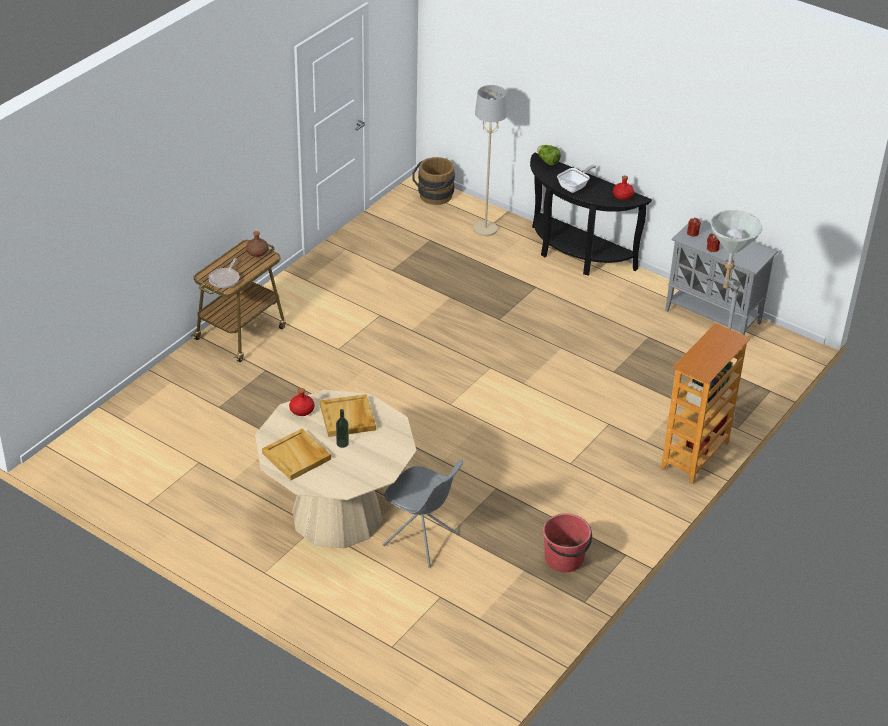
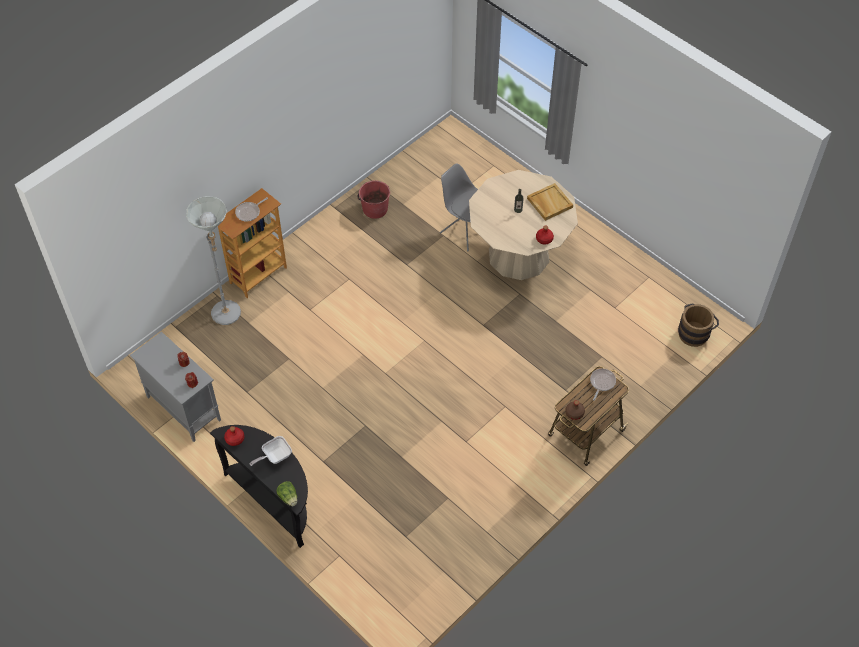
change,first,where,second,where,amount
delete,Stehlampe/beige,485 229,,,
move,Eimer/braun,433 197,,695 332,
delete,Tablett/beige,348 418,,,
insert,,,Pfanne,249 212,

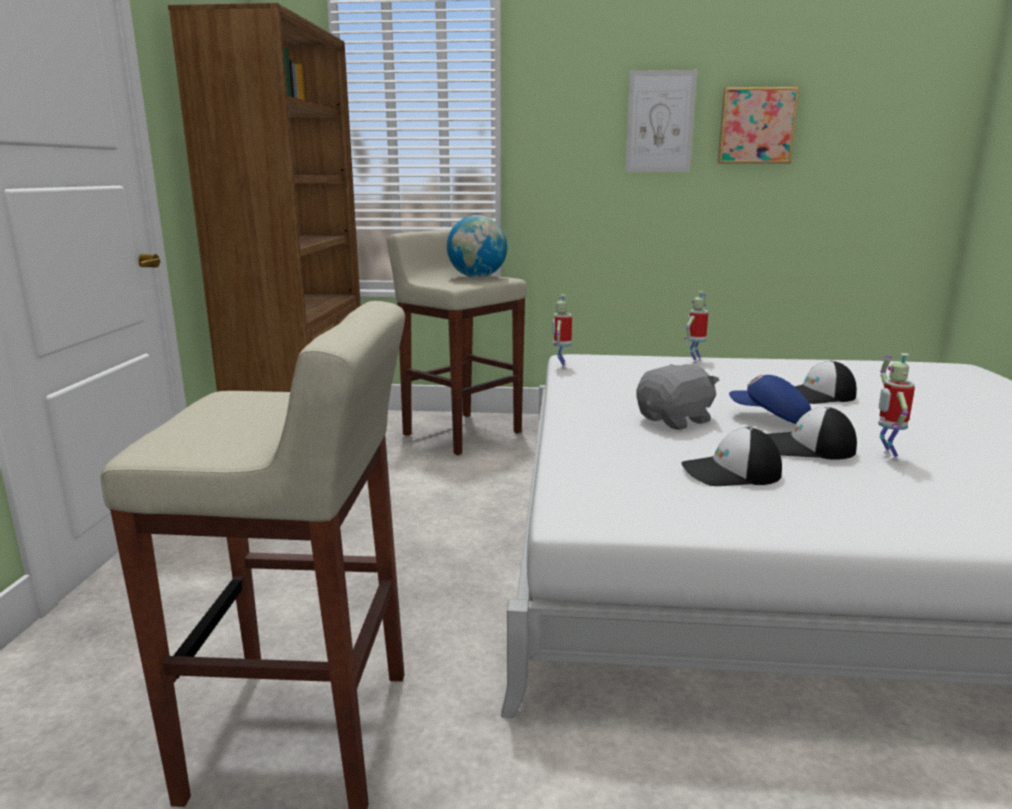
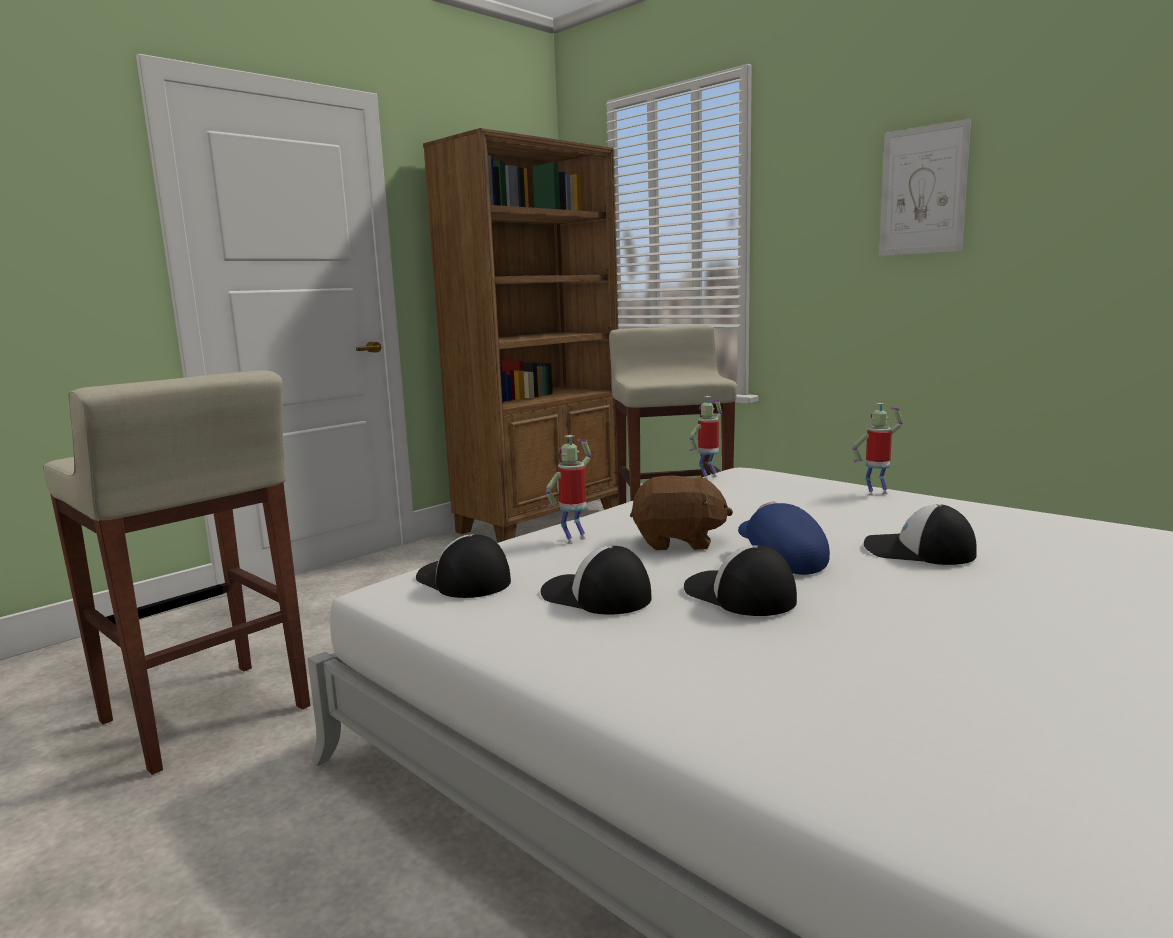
change,first,where,second,where,amount
delete,Bild,756 126,,,
delete,Globus,477 277,,,
move,Spielzeugroboter,886 456,,574 539,
recolor,Plüschtier/grau,675 420,Plüschtier/braun,678 542,
insert,,,Kappe,463 580,

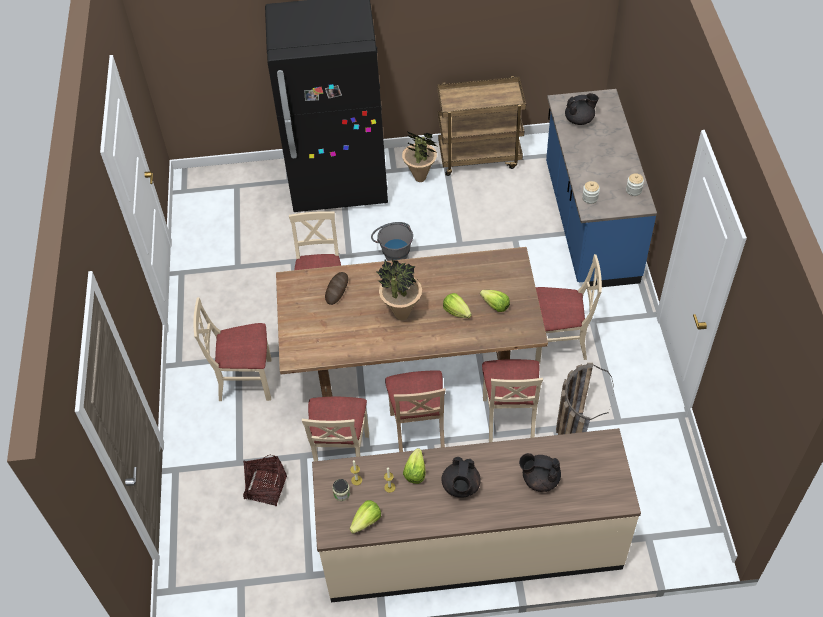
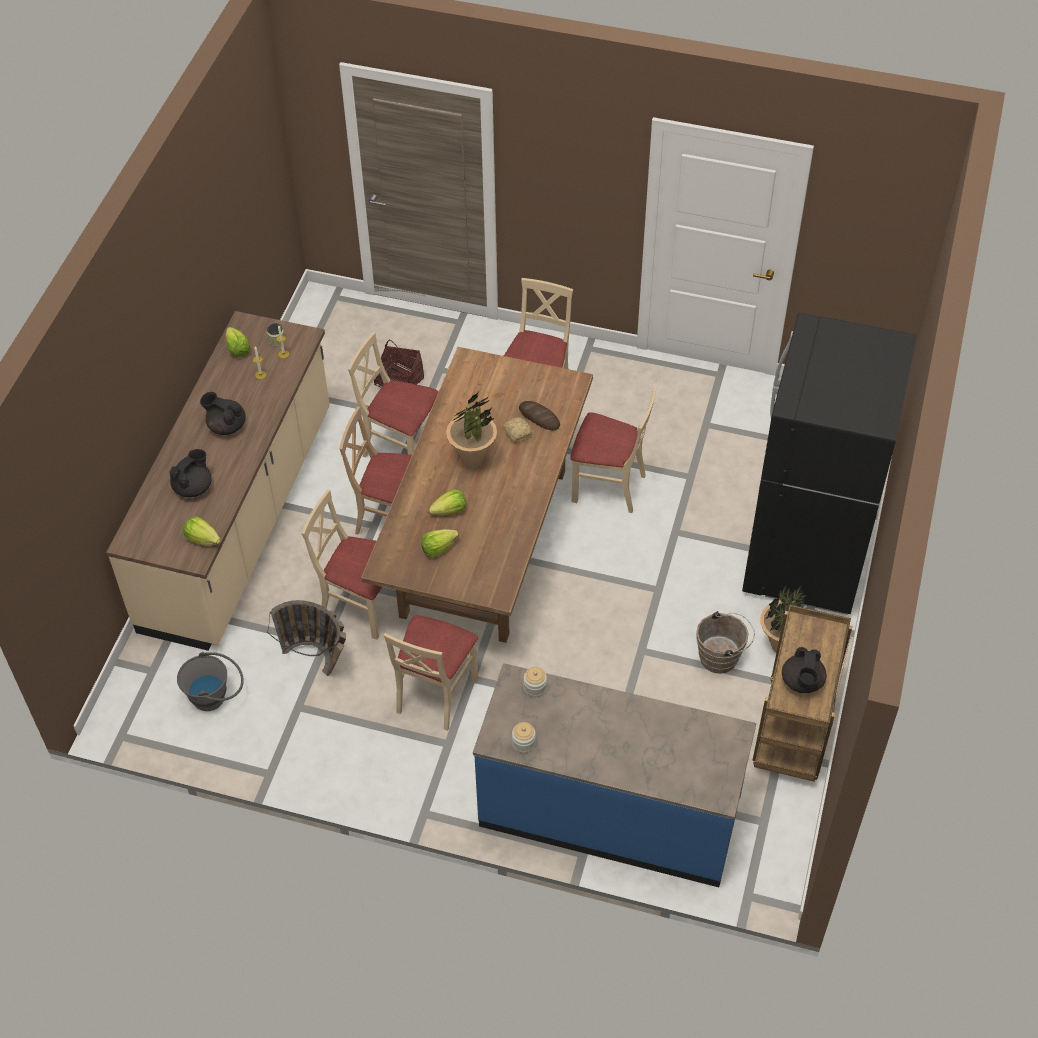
change,first,where,second,where,amount
move,Teekanne/schwarz,579 120,,802 682,
move,Eimer/grau,393 251,,216 696,
move,Salatkopf,415 472,,203 539,
insert,,,Brot,517 432,
insert,,,Eimer/braun,722 657,

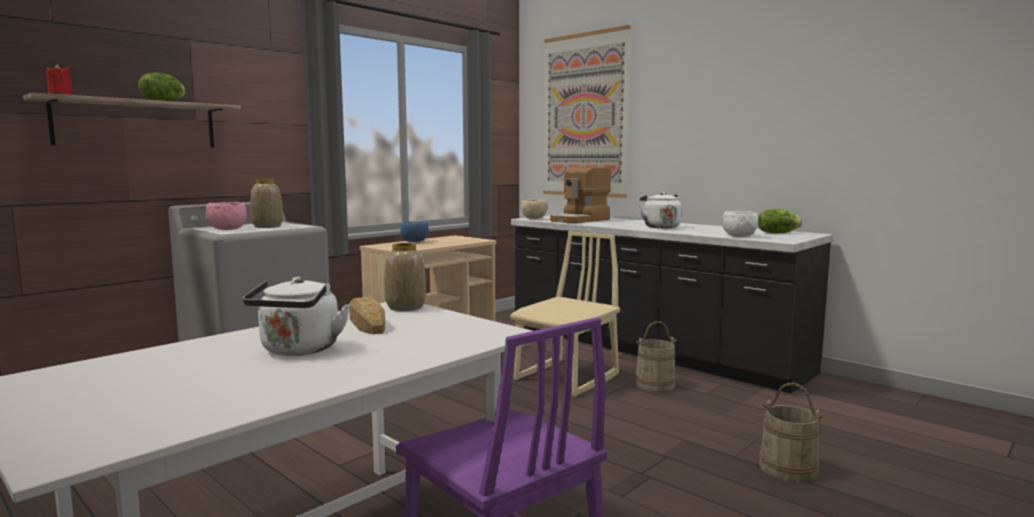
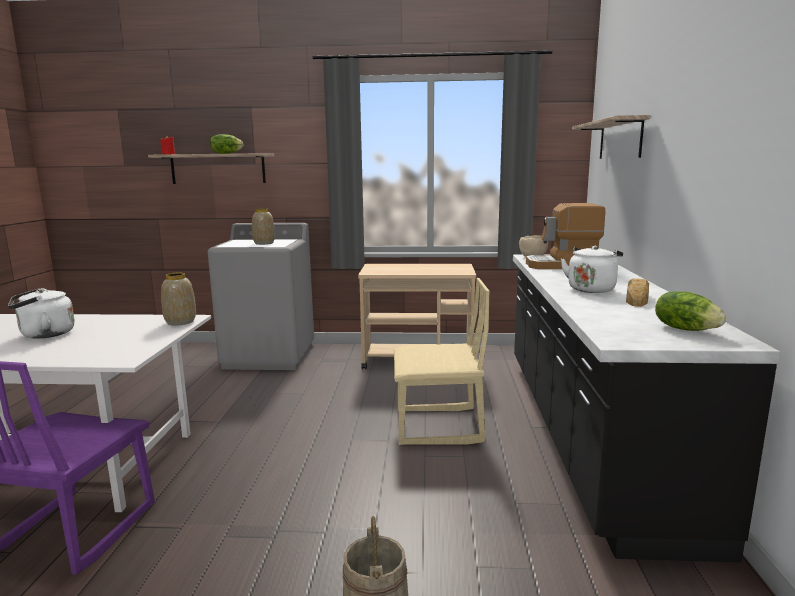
change,first,where,second,where,amount
replace,Bild,584 115,Wandregal,620 139,
delete,Schüssel/rosa,226 229,,,
delete,Schüssel/weiß,738 236,,,
delete,Schüssel/blau,415 242,,,
move,Brot,367 323,,637 298,
delete,Eimer/beige,655 384,,,

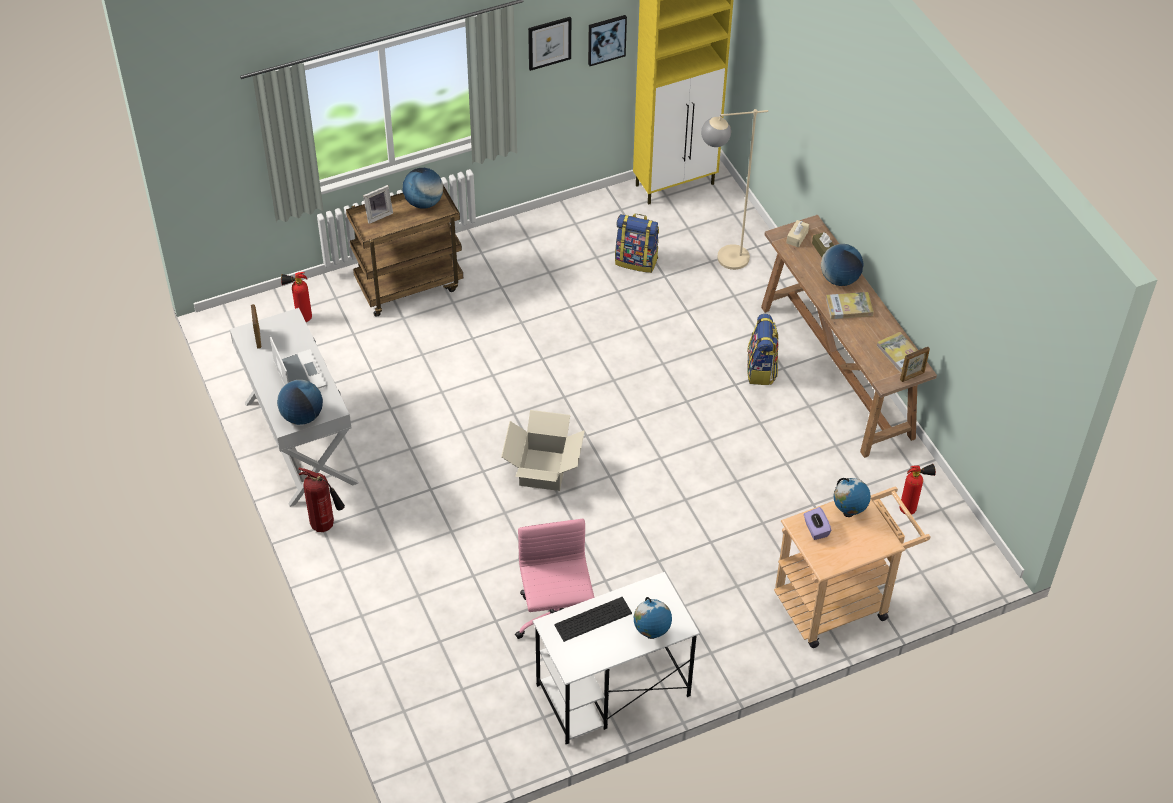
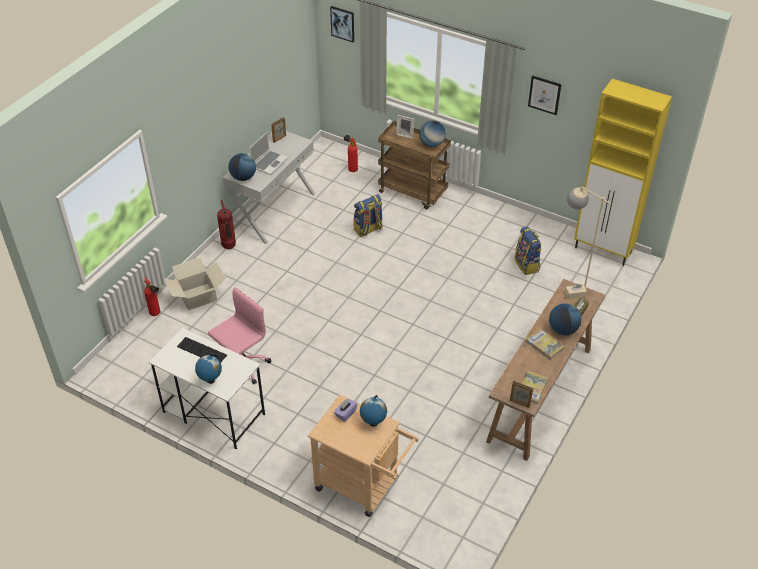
change,first,where,second,where,amount
move,Bild,606 39,,343 23,
move,Rucksack,761 370,,368 229,
move,Karton,544 469,,198 297,
move,Feuerlöscher,911 509,,156 314,

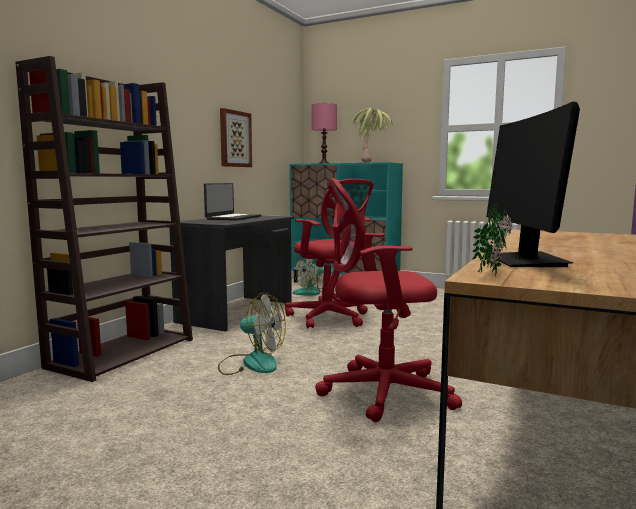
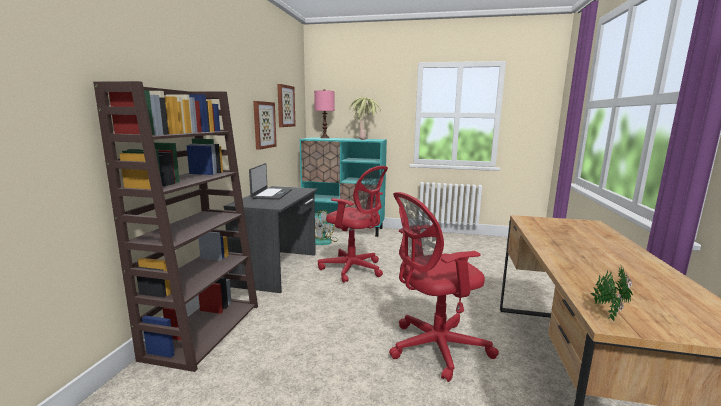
change,first,where,second,where,amount
delete,Monitor,525 261,,,
delete,Ventilator,251 363,,,
insert,,,Bild,285 106,

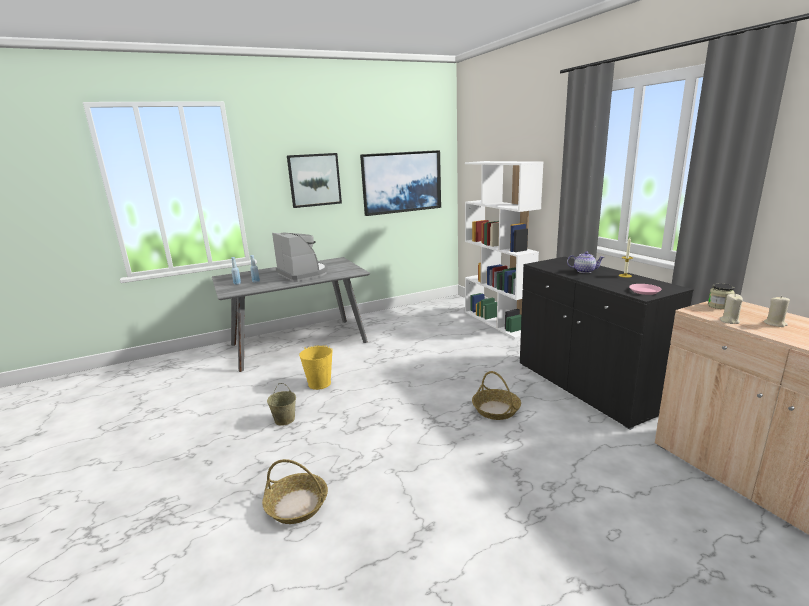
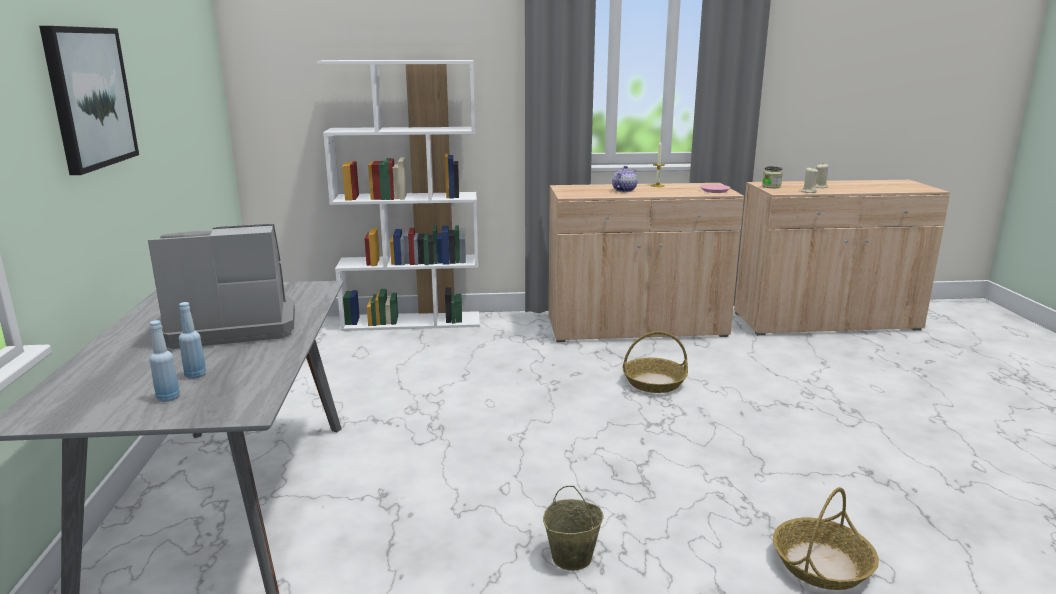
change,first,where,second,where,amount
delete,Bild,401 182,,,
recolor,Schrank/schwarz,587 386,Schrank/beige,636 328,
delete,Eimer/gelb,319 384,,,

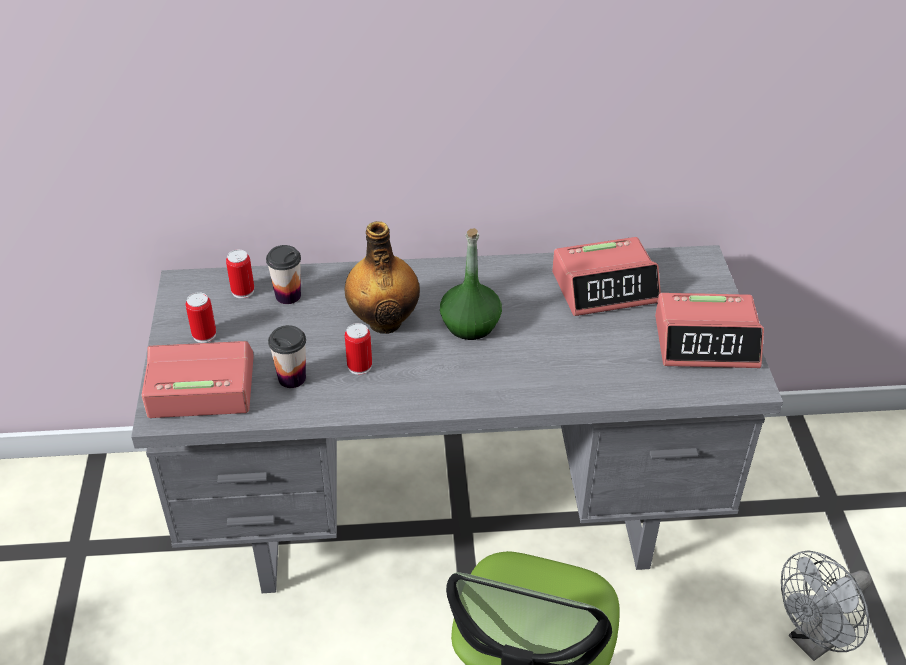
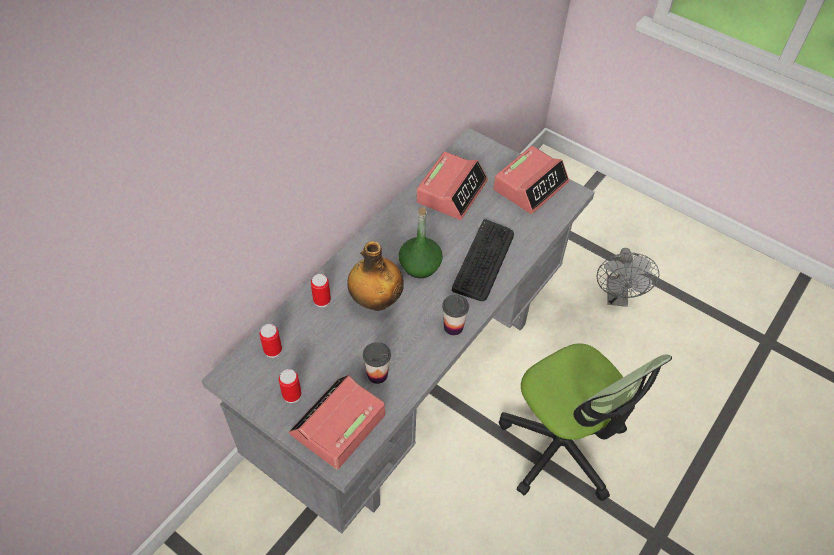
change,first,where,second,where,amount
move,Tasse,288 295,,453 327,
move,Dose,359 366,,322 300,
insert,,,Tastatur,484 261,

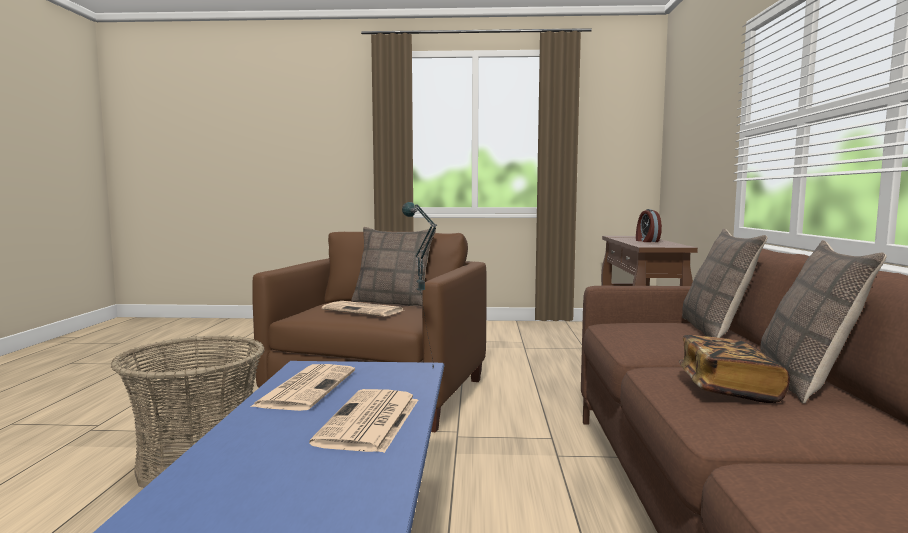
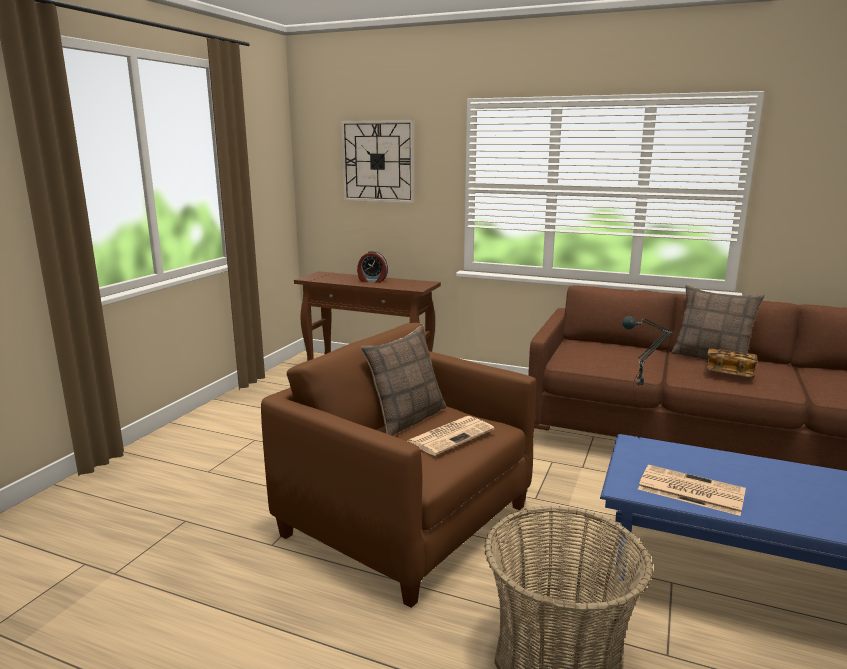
change,first,where,second,where,amount
delete,Kissen,716 330,,,
delete,Zeitung,370 422,,,
insert,,,Wanduhr,378 161,

